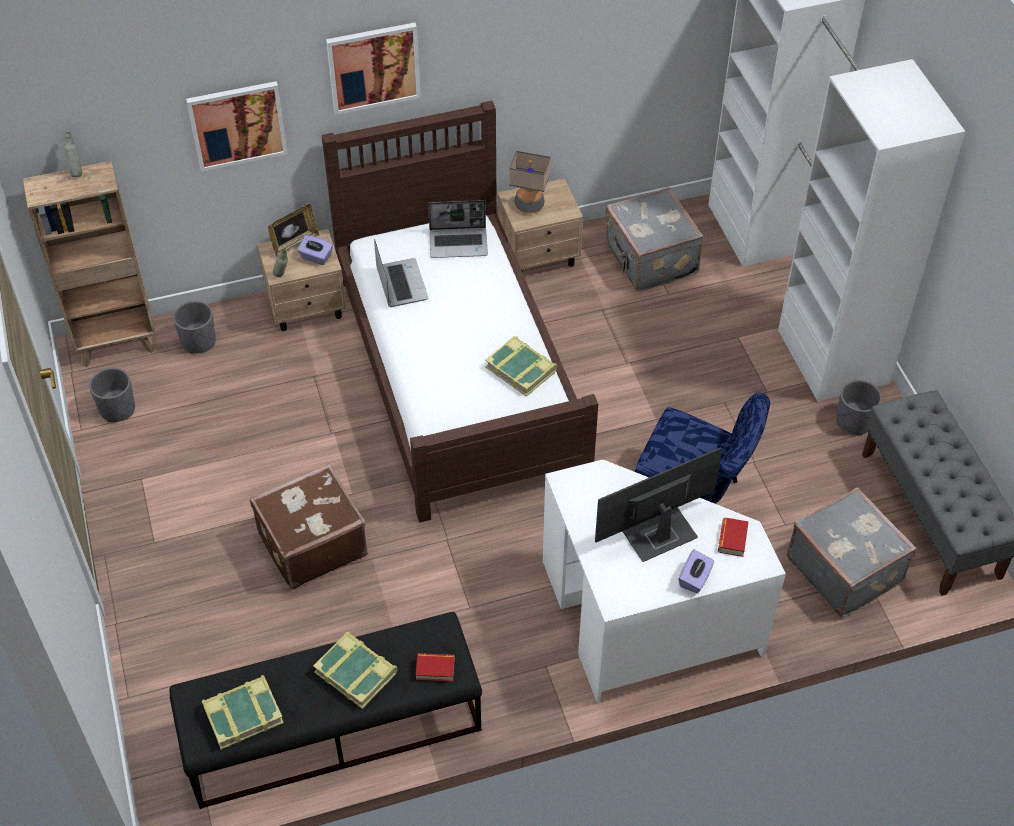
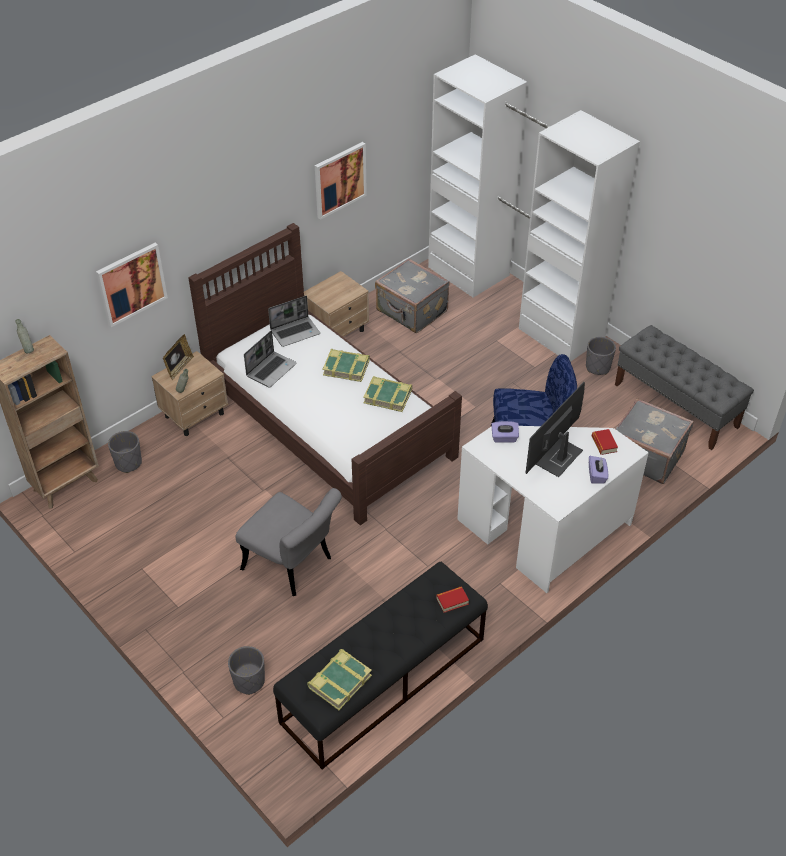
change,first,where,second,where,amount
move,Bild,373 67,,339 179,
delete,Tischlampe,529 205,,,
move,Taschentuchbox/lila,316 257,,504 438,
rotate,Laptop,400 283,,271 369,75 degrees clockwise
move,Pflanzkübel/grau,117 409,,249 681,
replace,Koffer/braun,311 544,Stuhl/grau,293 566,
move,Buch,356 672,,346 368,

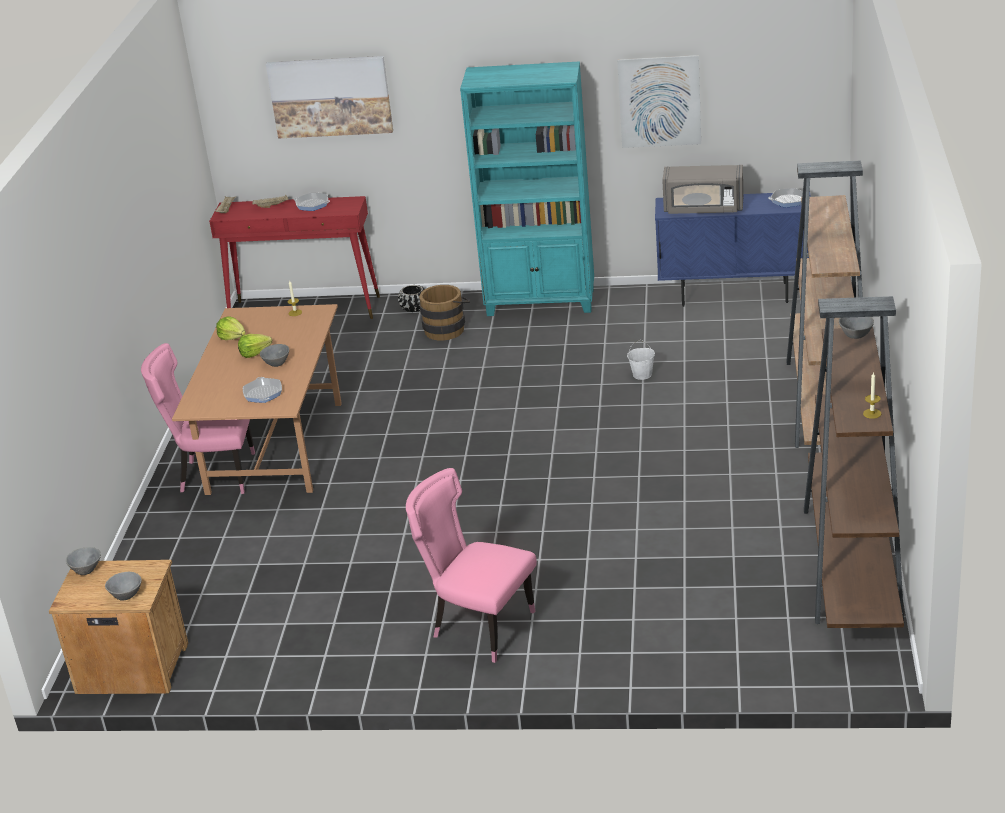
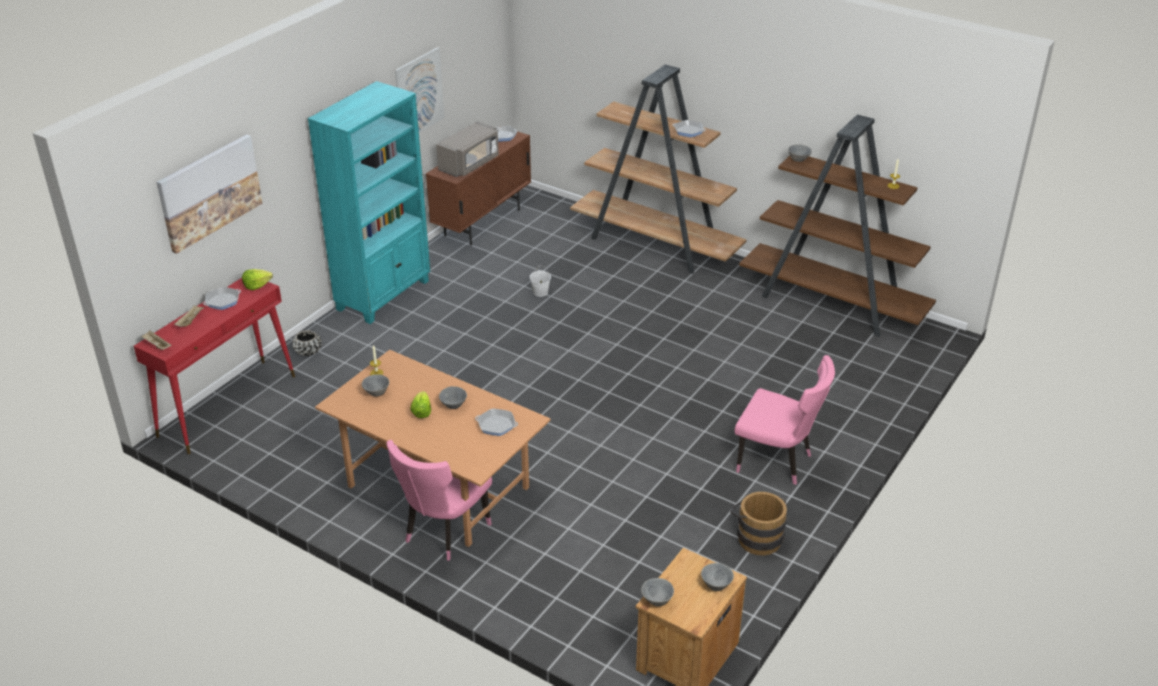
change,first,where,second,where,amount
recolor,Schrank/blau,735 294,Schrank/braun,482 223,
move,Eimer/braun,447 328,,757 536,
move,Salatkopf,232 337,,257 285,
rotate,Stuhl/rosa,479 626,,777 462,120 degrees counterclockwise
insert,,,Pfanne,688 131,
insert,,,Schüssel/grau,376 392,

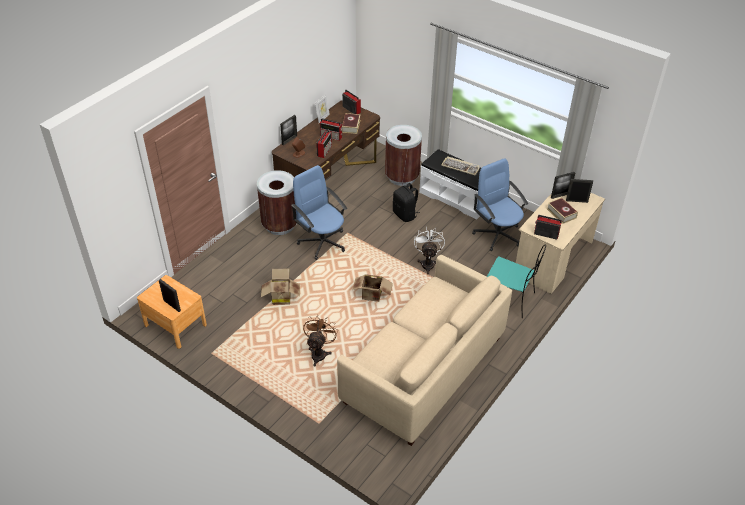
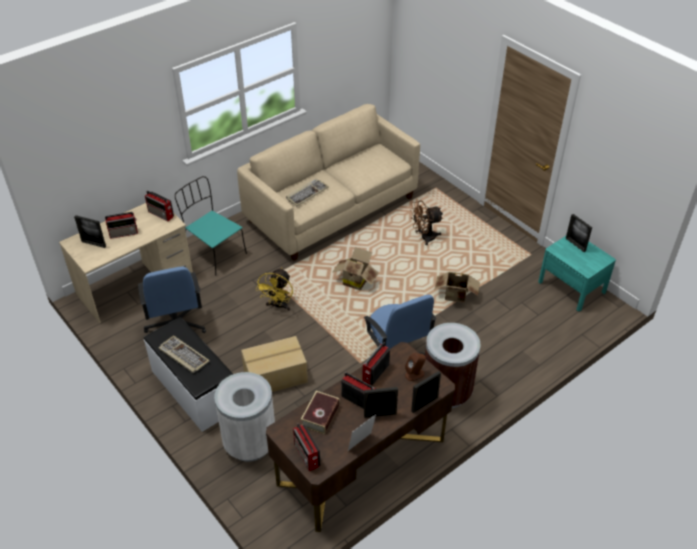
change,first,where,second,where,amount
recolor,Mülleimer/braun,402 177,Mülleimer/weiß,249 443,
move,Bilderrahmen,560 195,,380 414,
replace,Rucksack/schwarz,405 215,Karton,275 375,
replace,Buch,561 213,Radio,124 233,
recolor,Ventilator/weiß,427 263,Ventilator/gelb,278 306,
recolor,Nachttisch/braun,175 325,Nachttisch/türkis,571 287,
rotate,Ventilator/braun,319 353,,424 237,45 degrees clockwise
insert,,,Tastatur,307 193,

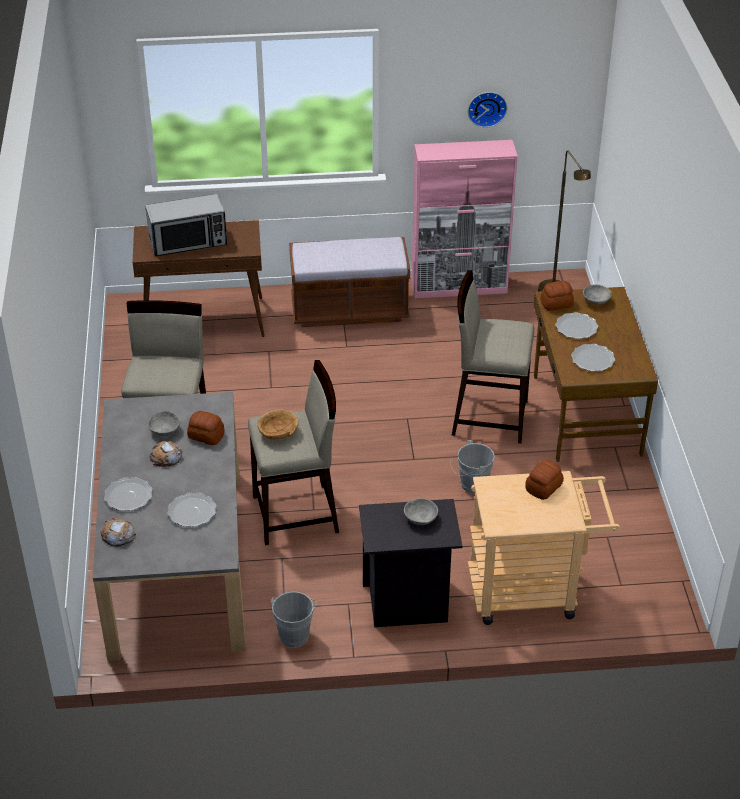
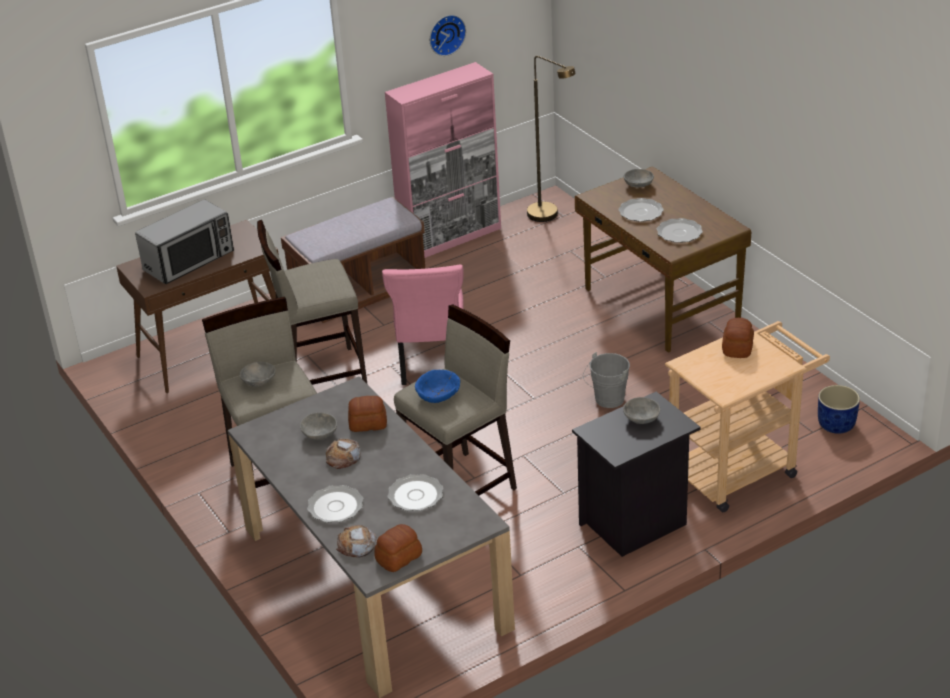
change,first,where,second,where,amount
move,Hocker/beige,489 417,,321 375,
move,Brot,557 304,,399 558,
recolor,Schüssel/braun,278 432,Schüssel/blau,438 395,
delete,Eimer/grau,295 633,,,
insert,,,Stuhl/rosa,431 363,
insert,,,Schüssel/grau,259 382,
insert,,,Pflanzkübel/blau,835 424,

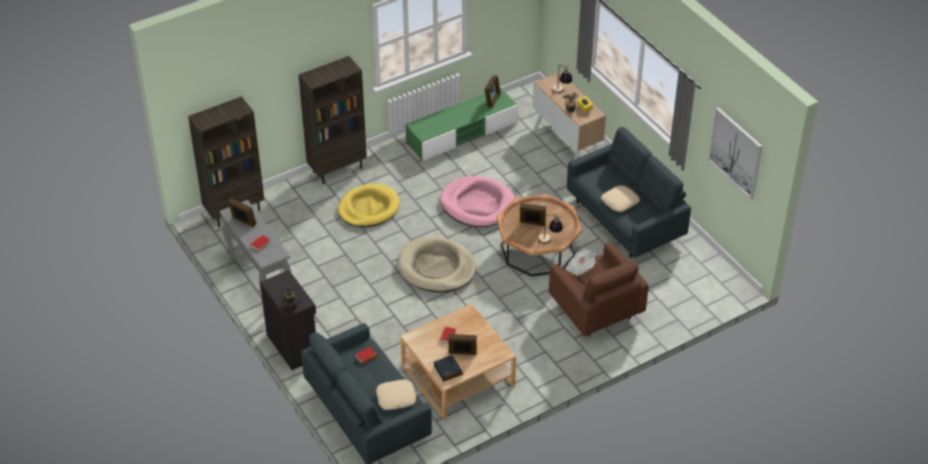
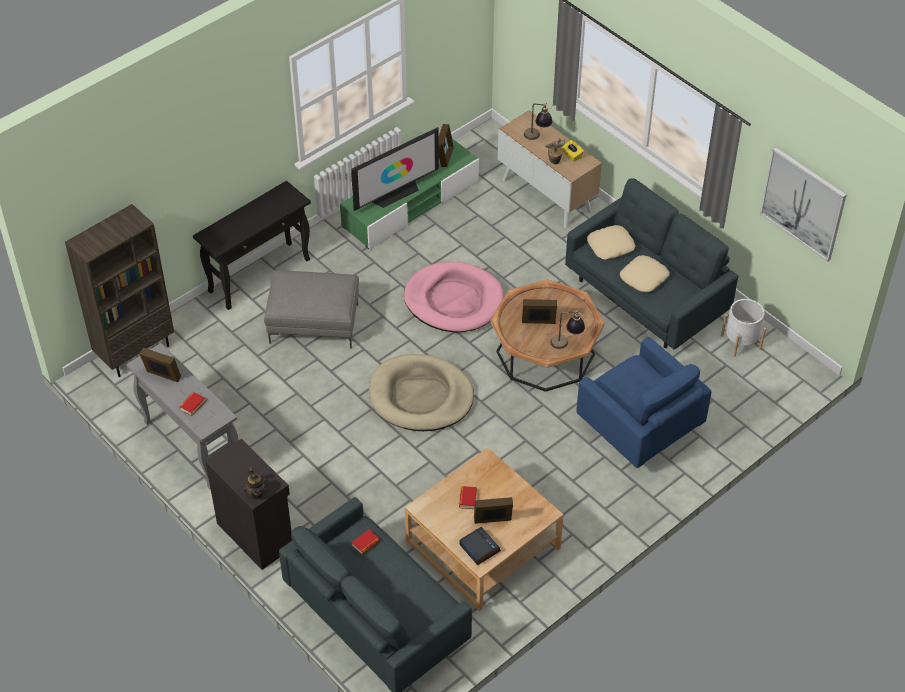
change,first,where,second,where,amount
replace,Bücherregal/braun,337 169,Konsolentisch/schwarz,260 275,
replace,Hundebett/gelb,368 208,Polsterhocker/grau,313 324,
recolor,Sessel/braun,595 311,Sessel/blau,639 428,
delete,Zeitung,580 268,,,
move,Kissen/beige,396 398,,610 246,
insert,,,Fernseher,396 193,
insert,,,Pflanzkübel/weiß,741 342,

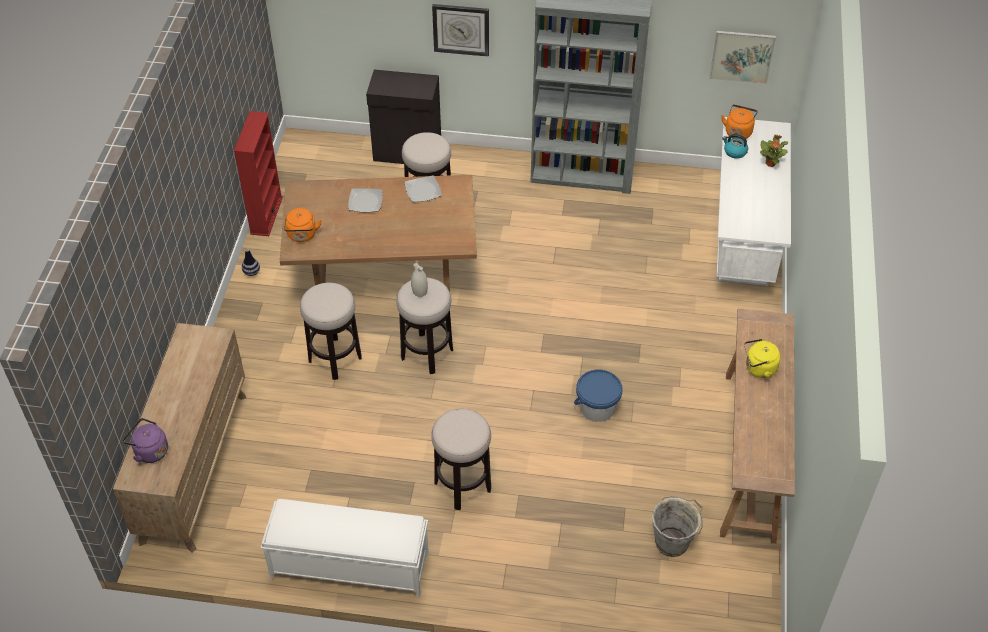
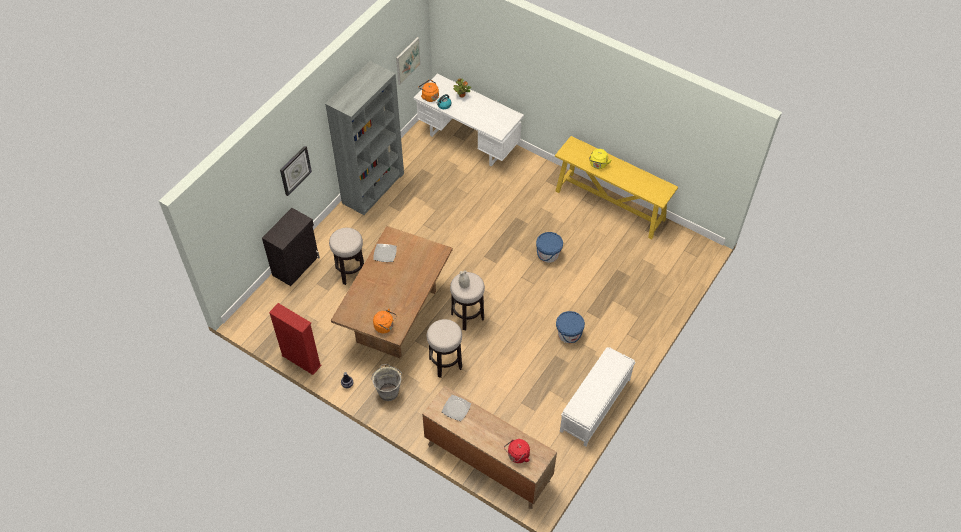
change,first,where,second,where,amount
move,Teller,365 201,,456 408,
recolor,Konsolentisch/braun,749 455,Konsolentisch/gelb,610 205,
replace,Hocker,463 486,Eimer/blau,568 334,
recolor,Wasserkessel/lila,149 451,Wasserkessel/rot,517 456,
move,Eimer/grau,673 542,,388 391,

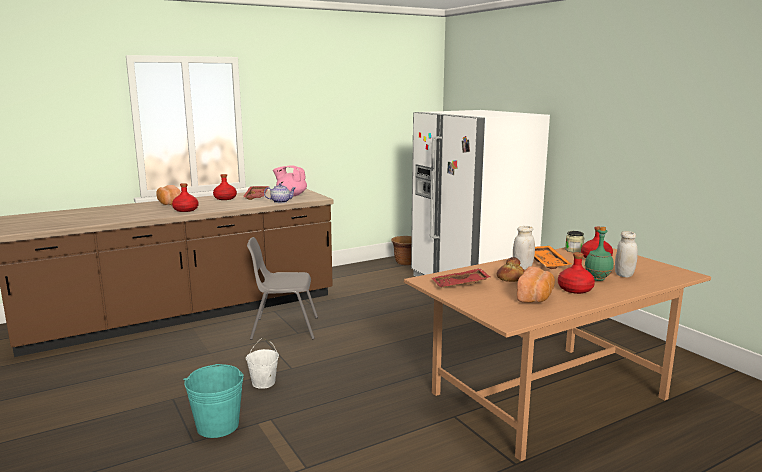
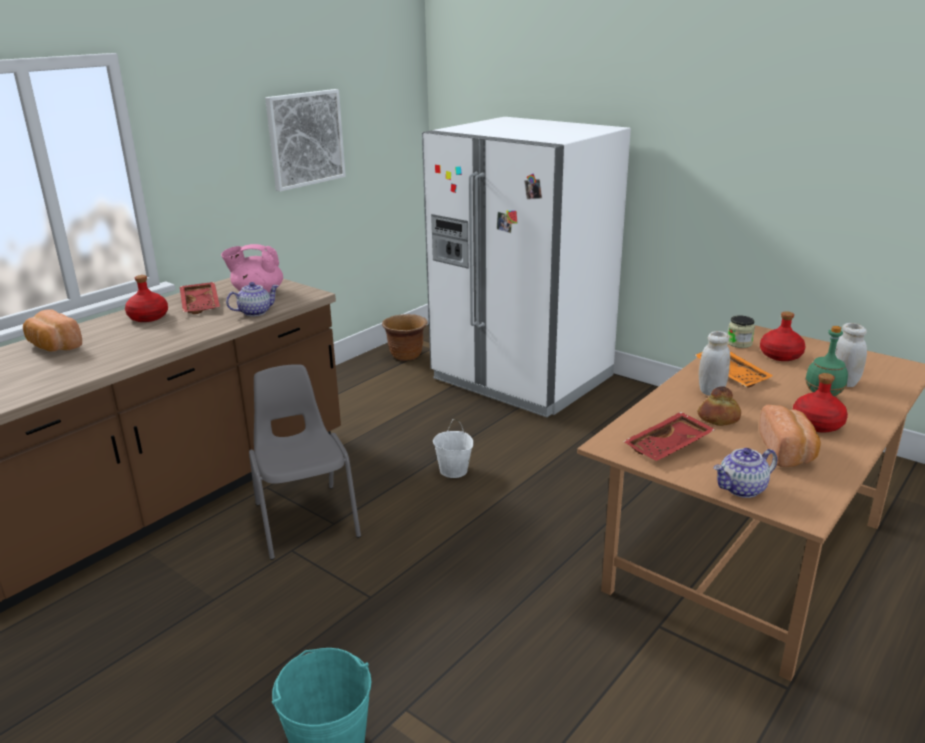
change,first,where,second,where,amount
delete,Flasche/rot,186 210,,,
rotate,Stuhl/grau,284 328,,305 519,90 degrees clockwise
move,Eimer/weiß,263 383,,454 471,
insert,,,Bild,305 139,
insert,,,Teekanne,742 489,

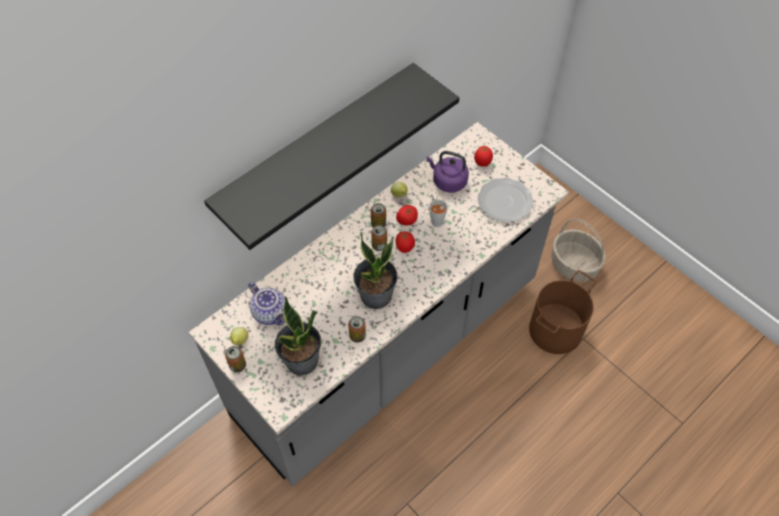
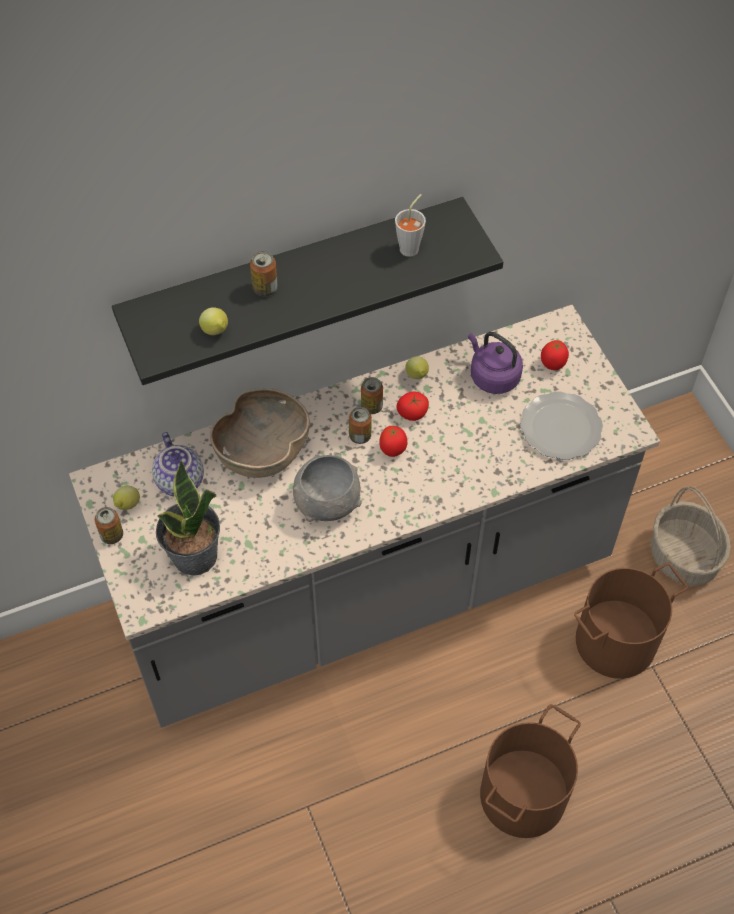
change,first,where,second,where,amount
move,Tasse/grau,437 220,,411 246,
replace,Topfpflanze,376 296,Schüssel/grau,326 502,
move,Dose,357 336,,265 288,
insert,,,Zitrone,216 332,
insert,,,Schüssel/braun,263 452,
insert,,,Eimer/braun,524 795,

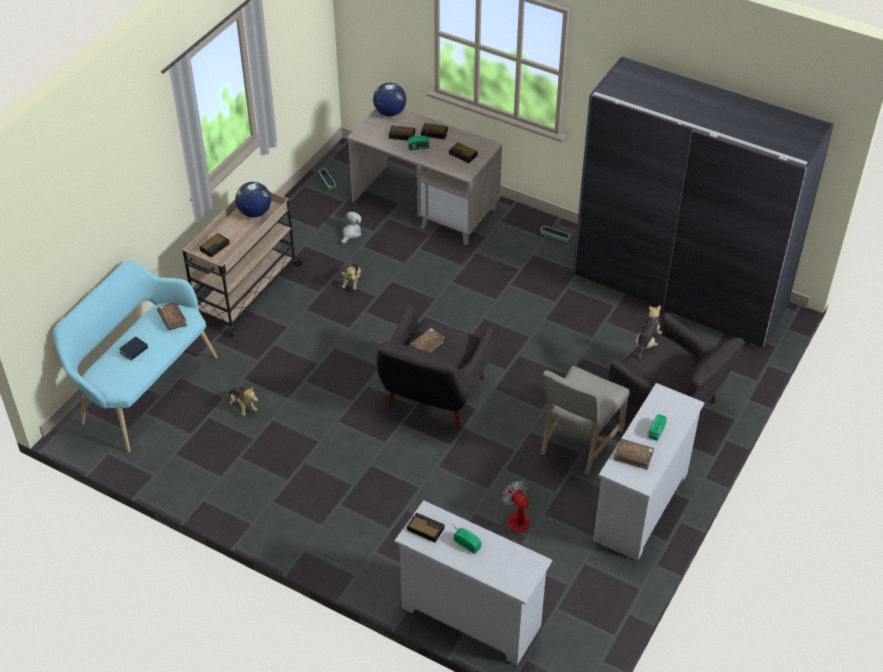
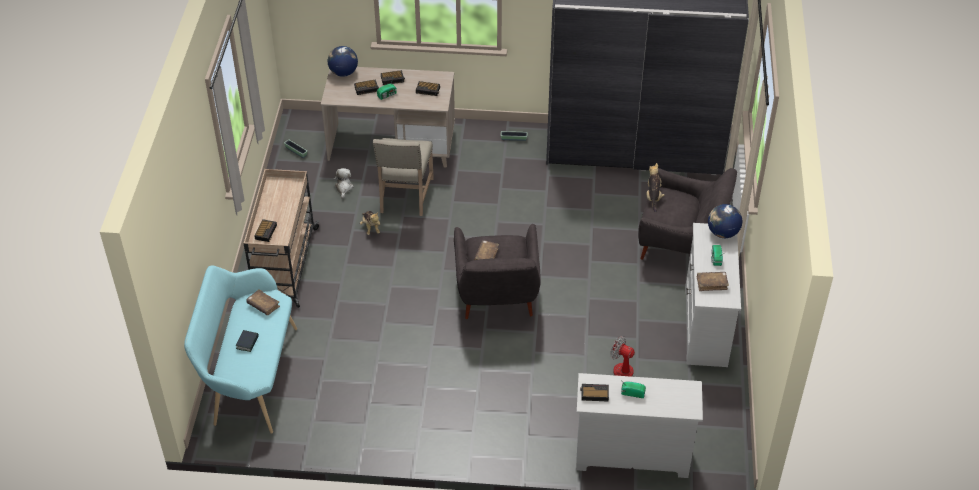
change,first,where,second,where,amount
move,Globus,254 213,,722 233,
move,Stuhl/beige,578 443,,404 196,
delete,Plüschtier,243 406,,,

